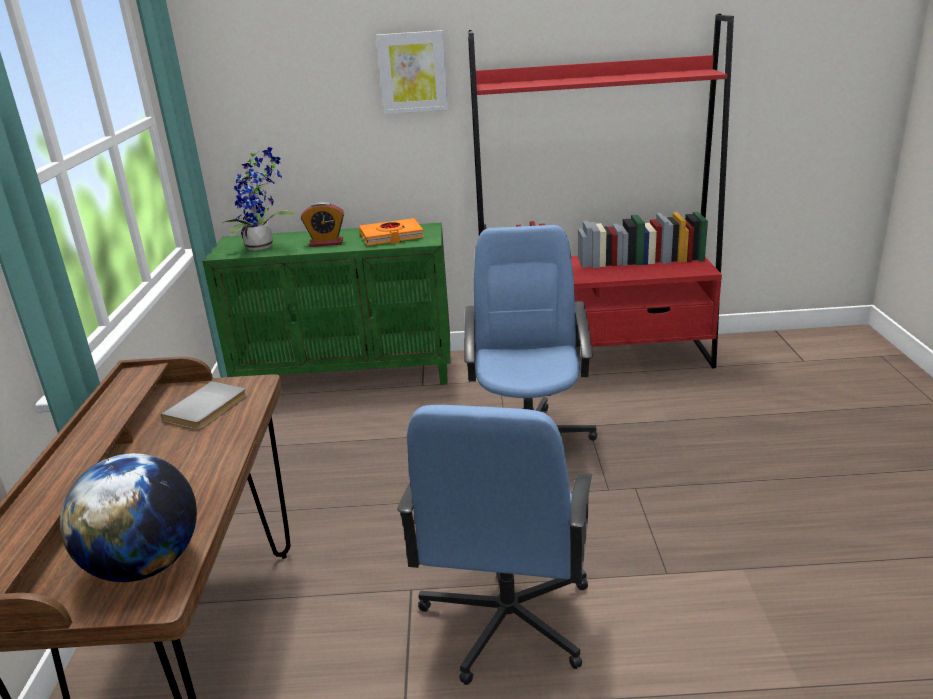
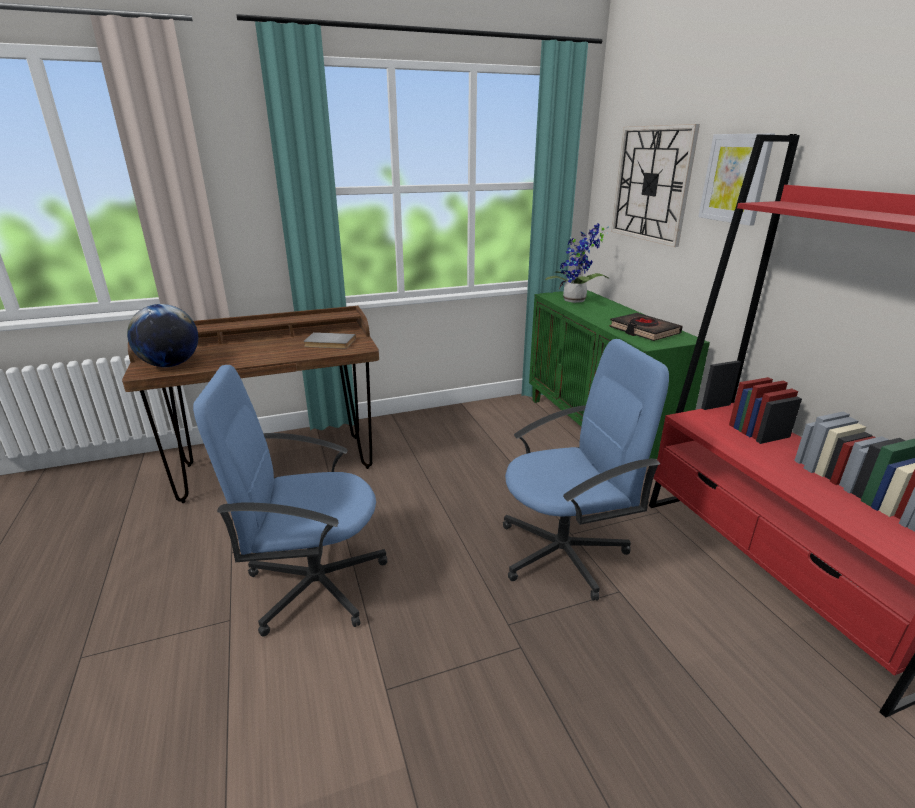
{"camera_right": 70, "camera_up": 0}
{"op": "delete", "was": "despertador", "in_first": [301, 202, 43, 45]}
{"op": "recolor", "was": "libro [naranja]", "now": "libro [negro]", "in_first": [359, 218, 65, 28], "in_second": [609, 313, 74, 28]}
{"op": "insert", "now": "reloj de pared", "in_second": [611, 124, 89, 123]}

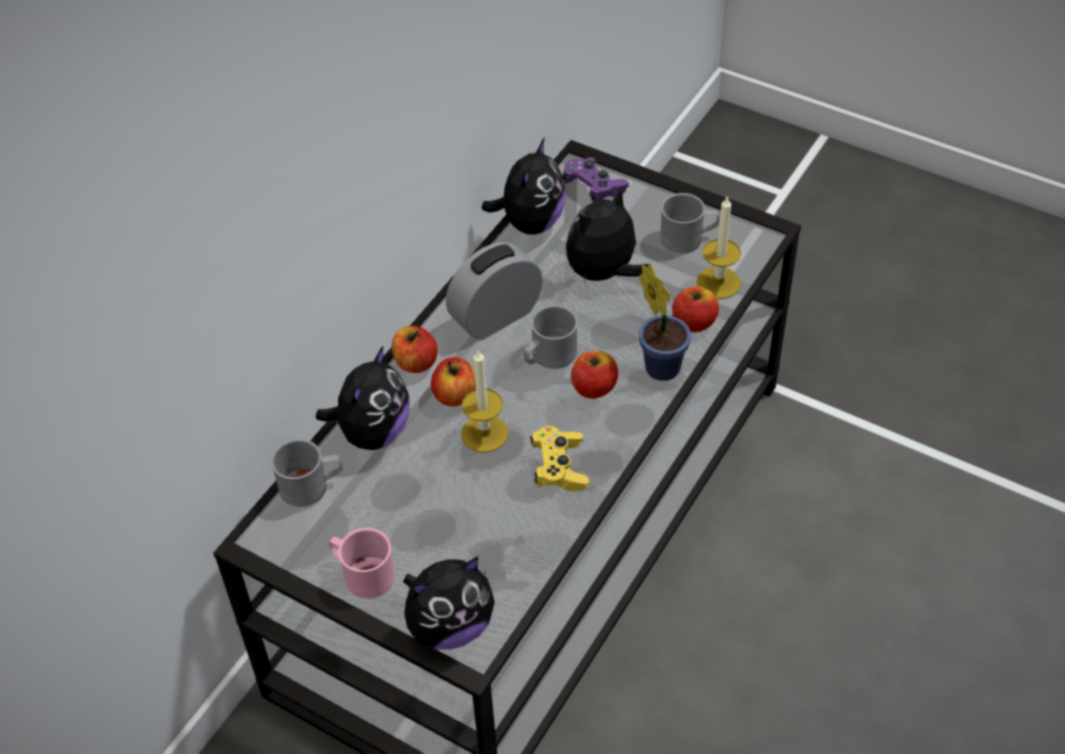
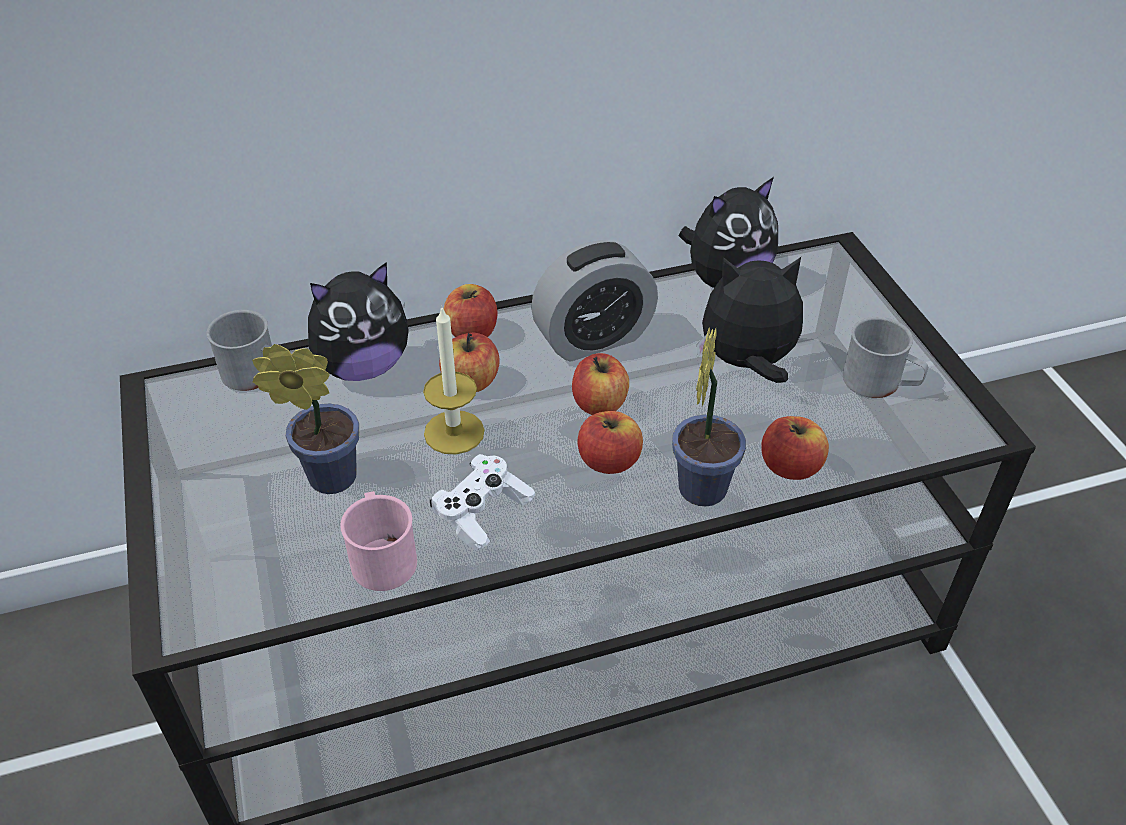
{"camera_right": 40, "camera_up": -5}
{"op": "delete", "was": "mando de consola [morado]", "in_first": [562, 157, 67, 45]}
{"op": "delete", "was": "vela", "in_first": [697, 196, 44, 103]}
{"op": "rotate", "was": "despertador", "in_first": [446, 242, 97, 98], "in_second": [531, 240, 127, 122], "clockwise": 150}
{"op": "replace", "was": "taza grande [gris]", "now": "manzana", "in_first": [524, 305, 54, 64], "in_second": [572, 353, 57, 62]}
{"op": "recolor", "was": "mando de consola [amarillo]", "now": "mando de consola [blanco]", "in_first": [530, 426, 59, 65], "in_second": [429, 454, 106, 97]}
{"op": "move", "was": "taza grande [rosa]", "in_first": [329, 528, 66, 71], "in_second": [340, 491, 77, 100]}
{"op": "delete", "was": "peluche", "in_first": [403, 557, 92, 93]}
{"op": "insert", "now": "planta en maceta", "in_second": [252, 344, 107, 150]}

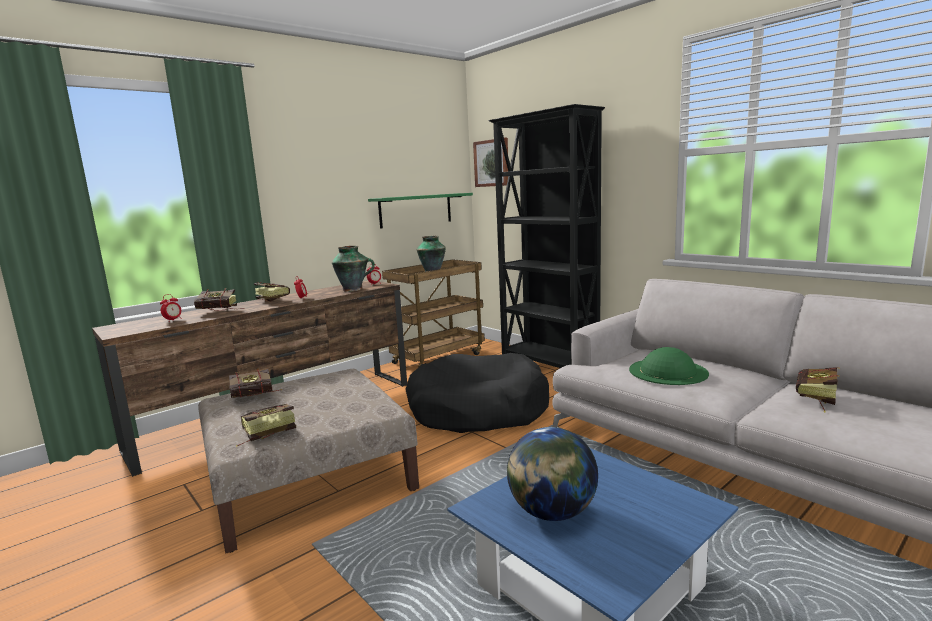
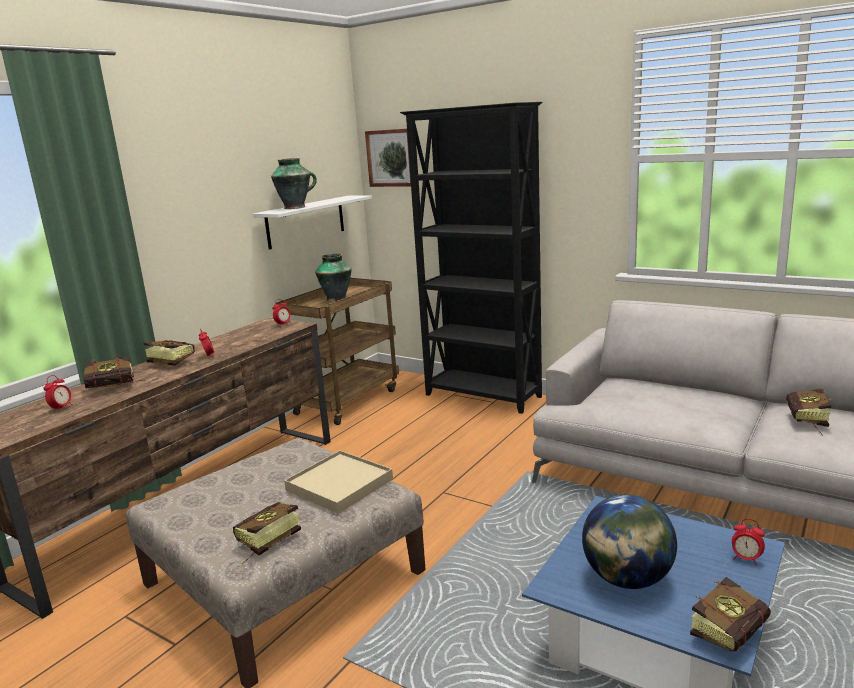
{"camera_right": -15, "camera_up": 5}
{"op": "recolor", "was": "estante [verde]", "now": "estante [blanco]", "in_first": [368, 193, 105, 36], "in_second": [253, 196, 119, 54]}
{"op": "move", "was": "florero", "in_first": [332, 246, 43, 46], "in_second": [271, 158, 46, 51]}
{"op": "delete", "was": "sombrero [verde]", "in_first": [629, 347, 80, 38]}
{"op": "delete", "was": "cama para perro [negro]", "in_first": [405, 353, 144, 80]}
{"op": "move", "was": "libro", "in_first": [229, 368, 53, 30], "in_second": [690, 577, 81, 75]}
{"op": "insert", "now": "bandeja [beis]", "in_second": [284, 450, 109, 64]}
{"op": "insert", "now": "despertador", "in_second": [732, 519, 33, 47]}

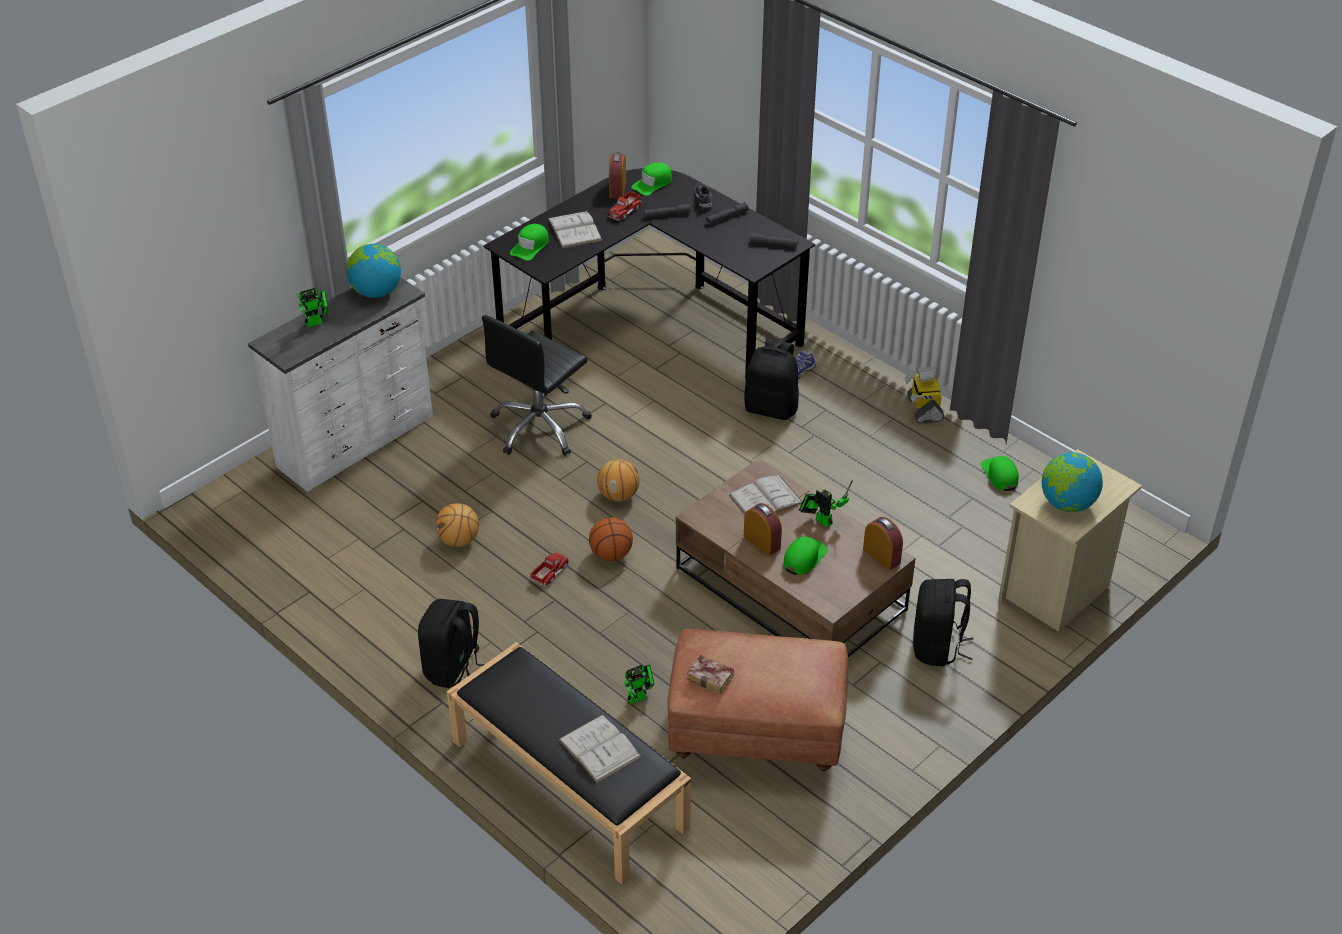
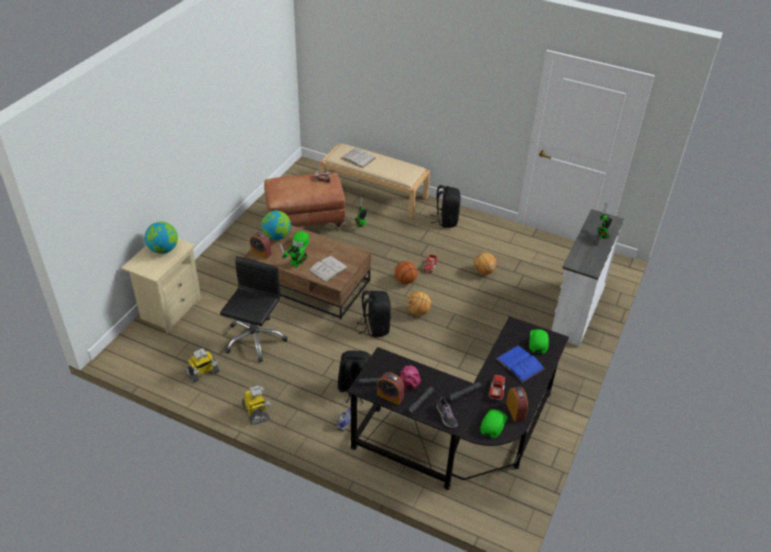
{"camera_right": 160, "camera_up": 0}
{"op": "recolor", "was": "libro [blanco]", "now": "libro [azul]", "in_first": [548, 211, 54, 37], "in_second": [496, 346, 49, 36]}
{"op": "move", "was": "globo terráqueo", "in_first": [346, 244, 55, 54], "in_second": [261, 210, 30, 30]}
{"op": "move", "was": "silla de oficina [negro]", "in_first": [482, 315, 110, 141], "in_second": [220, 256, 68, 106]}
{"op": "replace", "was": "gorra [verde]", "now": "robot de juguete", "in_first": [980, 456, 39, 35], "in_second": [186, 348, 33, 35]}
{"op": "move", "was": "despertador", "in_first": [744, 503, 38, 53], "in_second": [377, 372, 27, 33]}
{"op": "move", "was": "mochila [negro]", "in_first": [913, 579, 60, 87], "in_second": [356, 291, 35, 46]}
{"op": "recolor", "was": "banco [negro]", "now": "banco [beis]", "in_first": [447, 642, 244, 243], "in_second": [320, 143, 110, 75]}
{"op": "insert", "now": "gorra [rosa]", "in_second": [399, 365, 22, 26]}

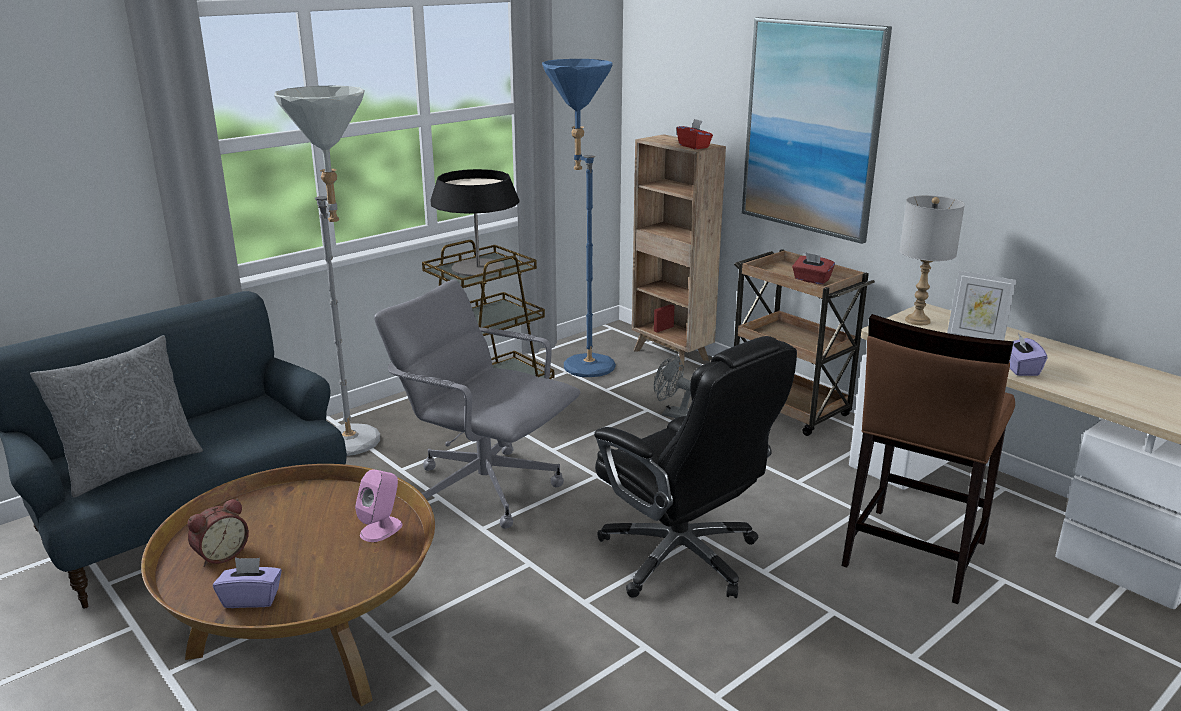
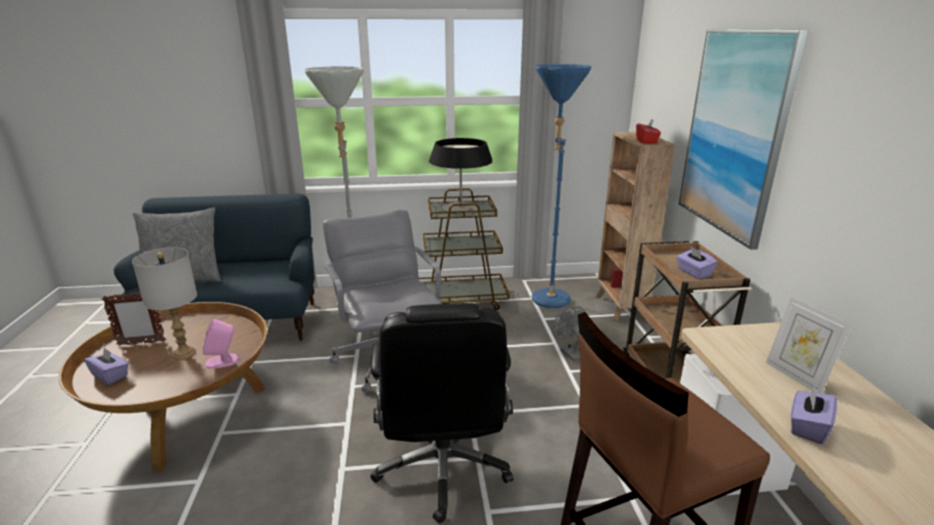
{"camera_right": 35, "camera_up": 0}
{"op": "move", "was": "lámpara de mesa [gris]", "in_first": [899, 195, 66, 130], "in_second": [132, 247, 65, 113]}
{"op": "recolor", "was": "caja de pañuelos [rojo]", "now": "caja de pañuelos [morado]", "in_first": [792, 253, 43, 32], "in_second": [677, 247, 41, 32]}
{"op": "replace", "was": "despertador", "now": "portarretratos", "in_first": [188, 498, 61, 69], "in_second": [101, 292, 65, 54]}

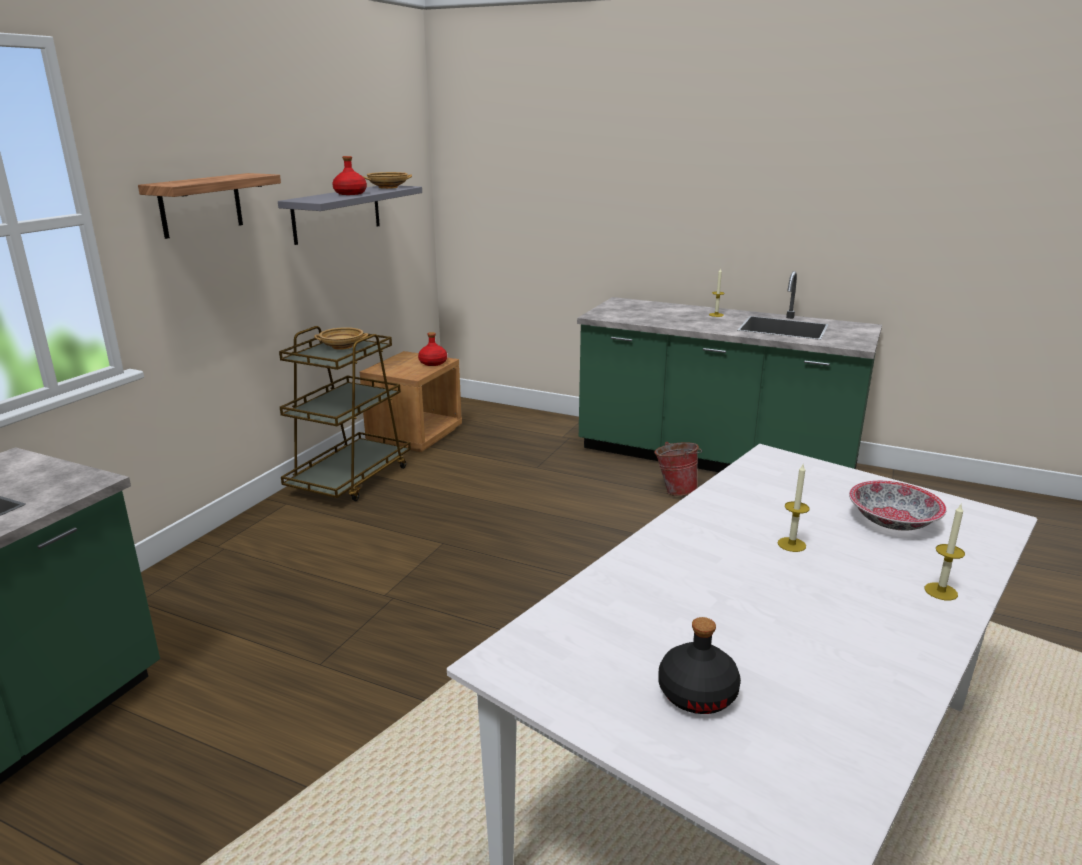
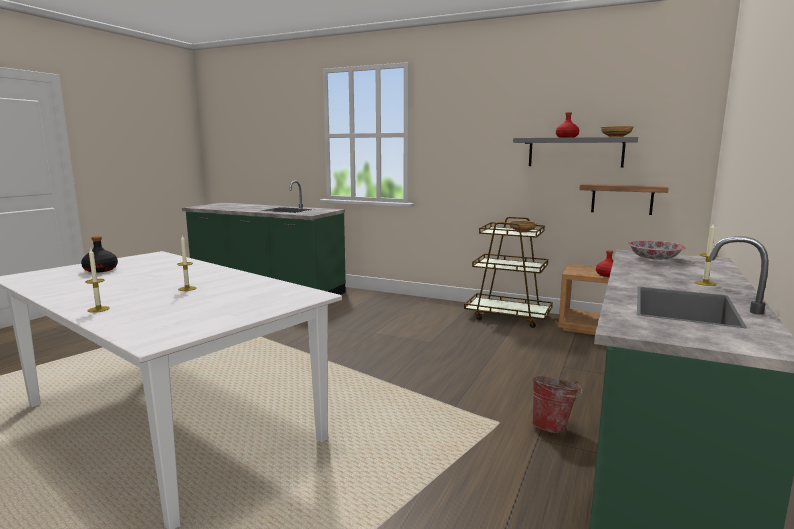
{"camera_right": 90, "camera_up": -10}
{"op": "move", "was": "estante", "in_first": [138, 173, 143, 66], "in_second": [579, 184, 89, 31]}
{"op": "move", "was": "cuenco", "in_first": [849, 481, 98, 50], "in_second": [627, 240, 59, 20]}

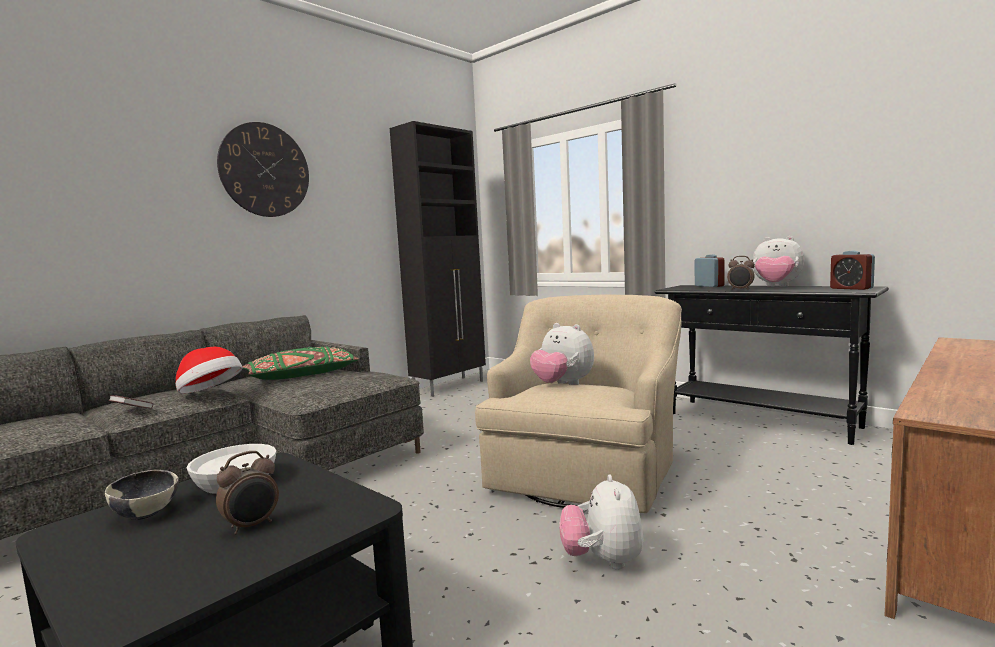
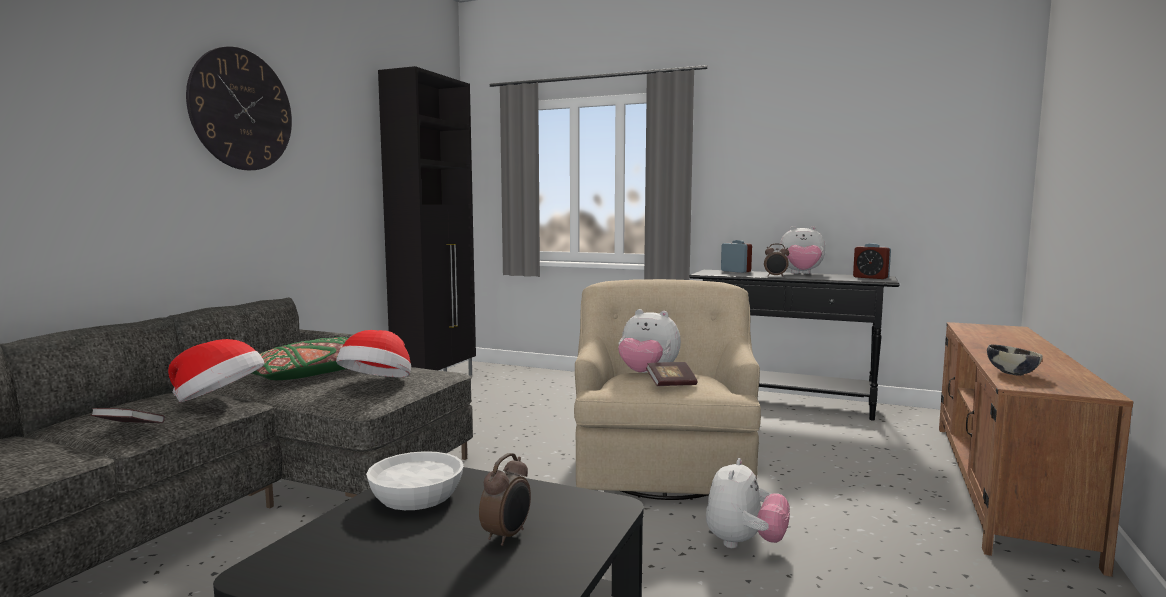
{"camera_right": -20, "camera_up": 0}
{"op": "move", "was": "cuenco", "in_first": [105, 470, 74, 50], "in_second": [987, 344, 56, 32]}
{"op": "rotate", "was": "peluche", "in_first": [559, 474, 85, 96], "in_second": [706, 458, 84, 90], "clockwise": -135}
{"op": "insert", "now": "sombrero", "in_second": [336, 330, 75, 47]}
{"op": "insert", "now": "libro", "in_second": [646, 362, 52, 24]}

